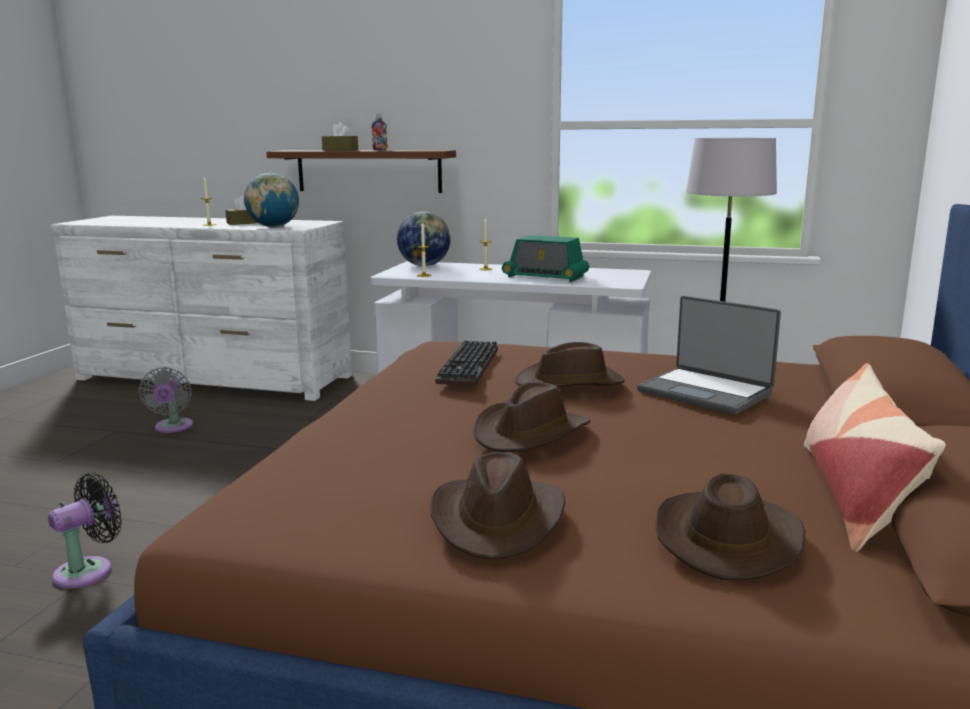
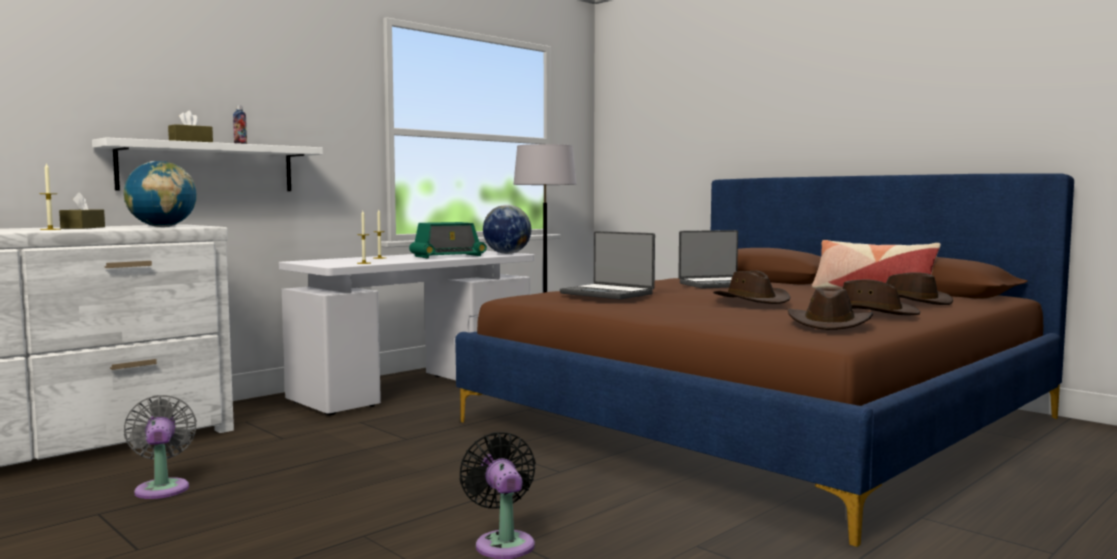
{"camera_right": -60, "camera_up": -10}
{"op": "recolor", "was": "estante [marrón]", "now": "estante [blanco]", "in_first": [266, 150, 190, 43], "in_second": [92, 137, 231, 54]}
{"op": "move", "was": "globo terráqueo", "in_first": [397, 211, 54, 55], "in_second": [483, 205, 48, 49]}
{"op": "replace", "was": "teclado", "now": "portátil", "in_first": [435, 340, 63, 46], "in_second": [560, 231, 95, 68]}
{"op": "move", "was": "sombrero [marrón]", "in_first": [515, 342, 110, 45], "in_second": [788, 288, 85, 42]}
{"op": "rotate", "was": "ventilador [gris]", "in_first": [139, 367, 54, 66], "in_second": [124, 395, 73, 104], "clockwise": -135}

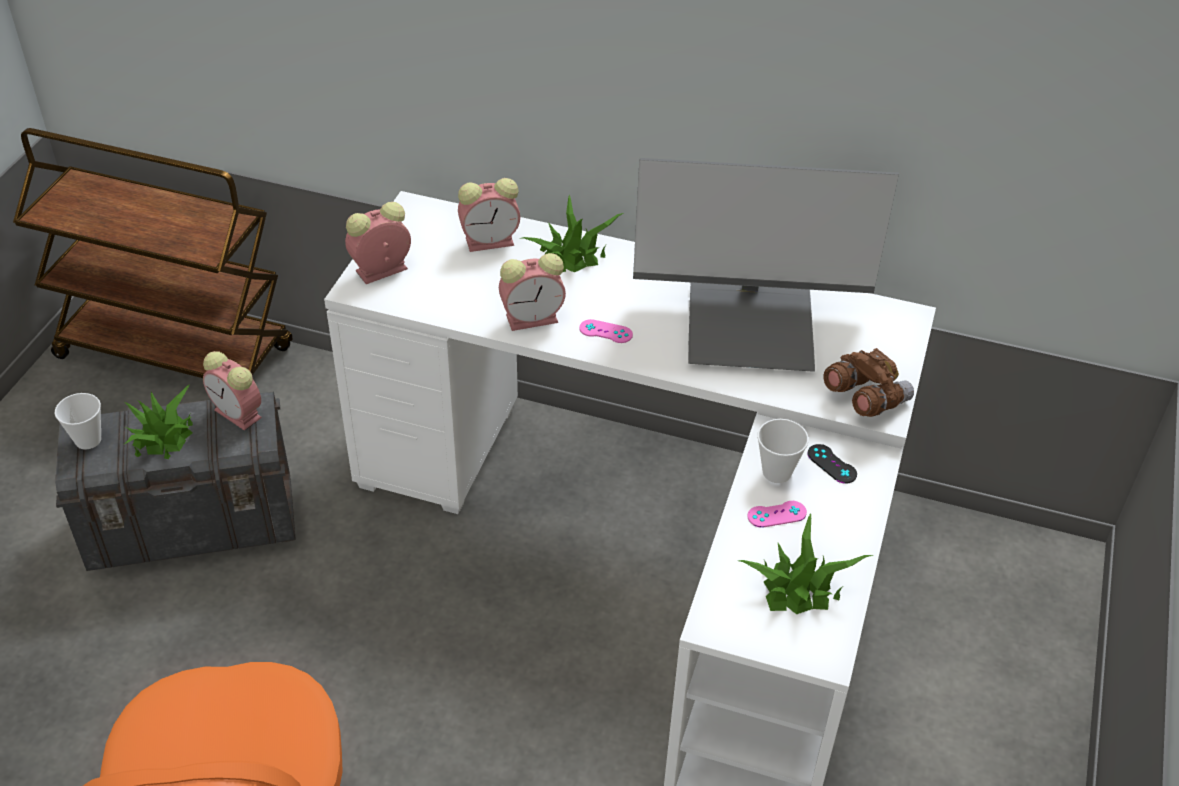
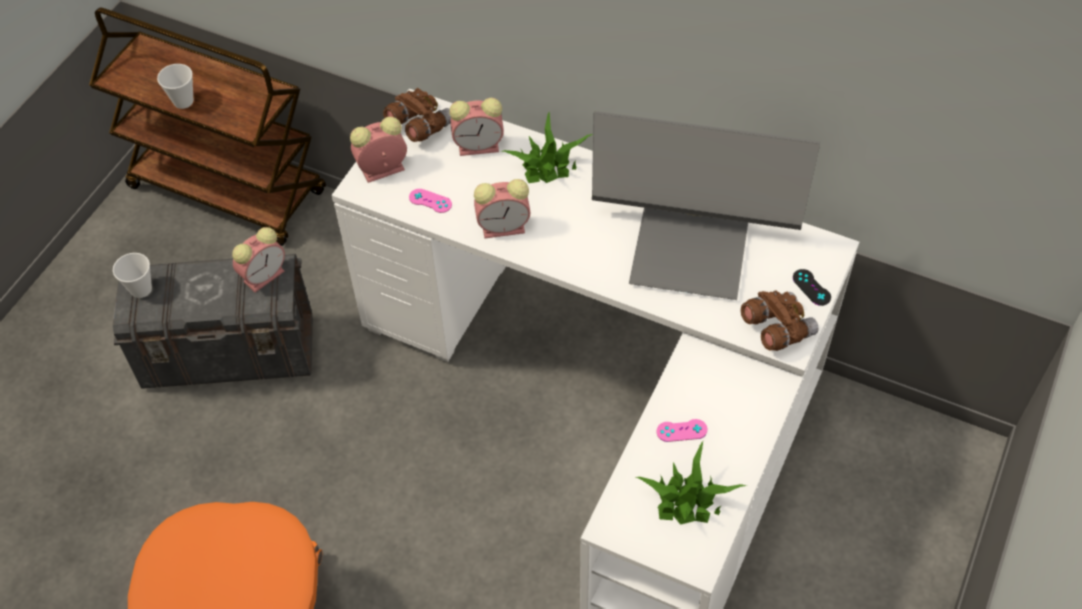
{"camera_right": 10, "camera_up": 10}
{"op": "move", "was": "mando de consola [rosa]", "in_first": [579, 319, 54, 24], "in_second": [409, 189, 43, 24]}
{"op": "rotate", "was": "despertador", "in_first": [203, 351, 59, 80], "in_second": [232, 227, 53, 65], "clockwise": -90}
{"op": "delete", "was": "planta en maceta", "in_first": [123, 384, 70, 75]}
{"op": "move", "was": "taza", "in_first": [757, 419, 52, 64], "in_second": [157, 64, 36, 45]}
{"op": "move", "was": "mando de consola [negro]", "in_first": [807, 444, 50, 40], "in_second": [793, 269, 38, 37]}
{"op": "insert", "now": "prismáticos [marrón]", "in_second": [383, 88, 68, 54]}

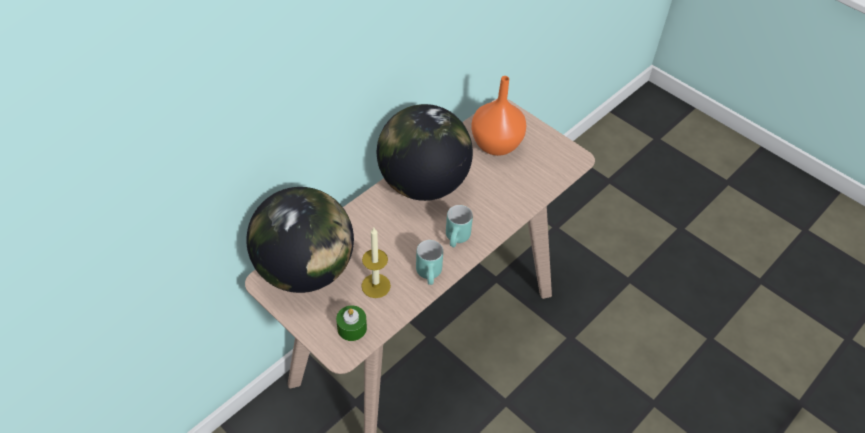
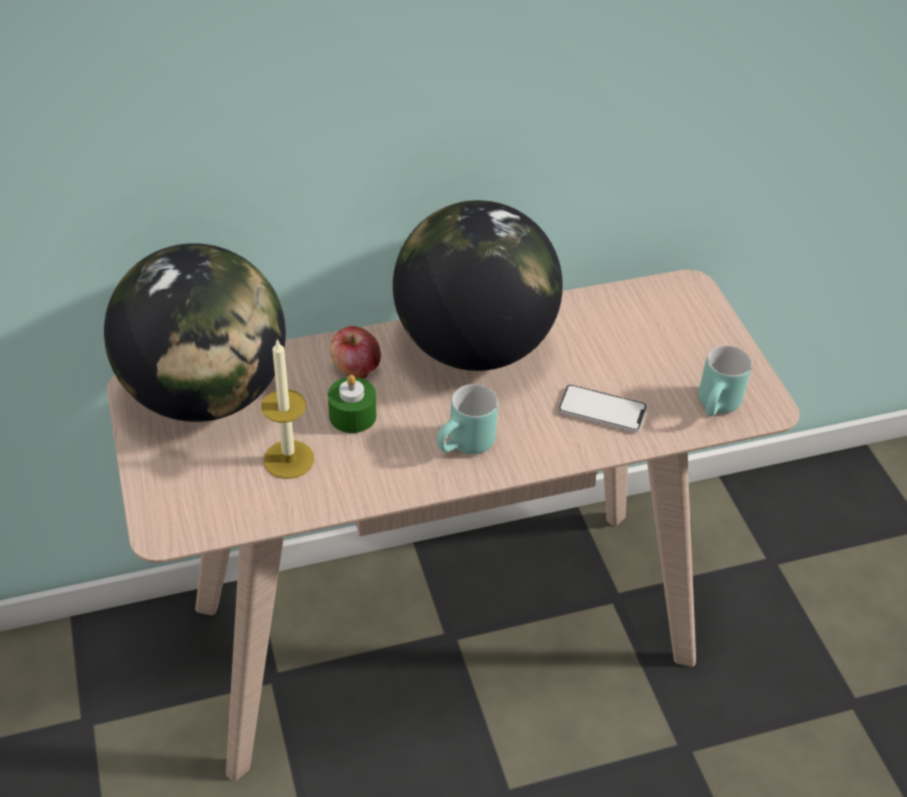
{"camera_right": 30, "camera_up": -5}
{"op": "delete", "was": "florero [naranja]", "in_first": [471, 76, 55, 80]}
{"op": "move", "was": "taza grande [turquesa]", "in_first": [416, 240, 27, 45], "in_second": [699, 346, 53, 70]}
{"op": "move", "was": "vela [verde]", "in_first": [336, 306, 31, 35], "in_second": [328, 375, 48, 58]}
{"op": "insert", "now": "manzana", "in_second": [330, 326, 51, 53]}
{"op": "insert", "now": "móvil", "in_second": [558, 385, 89, 47]}

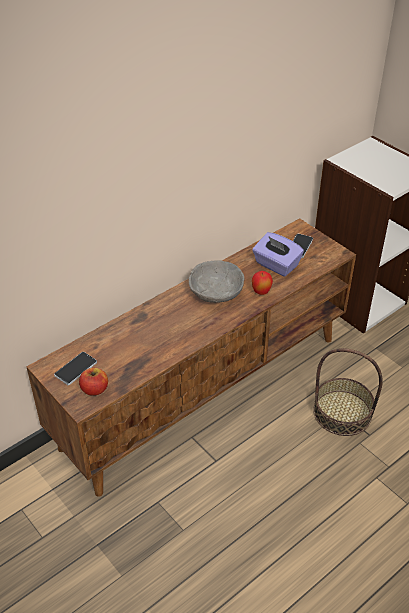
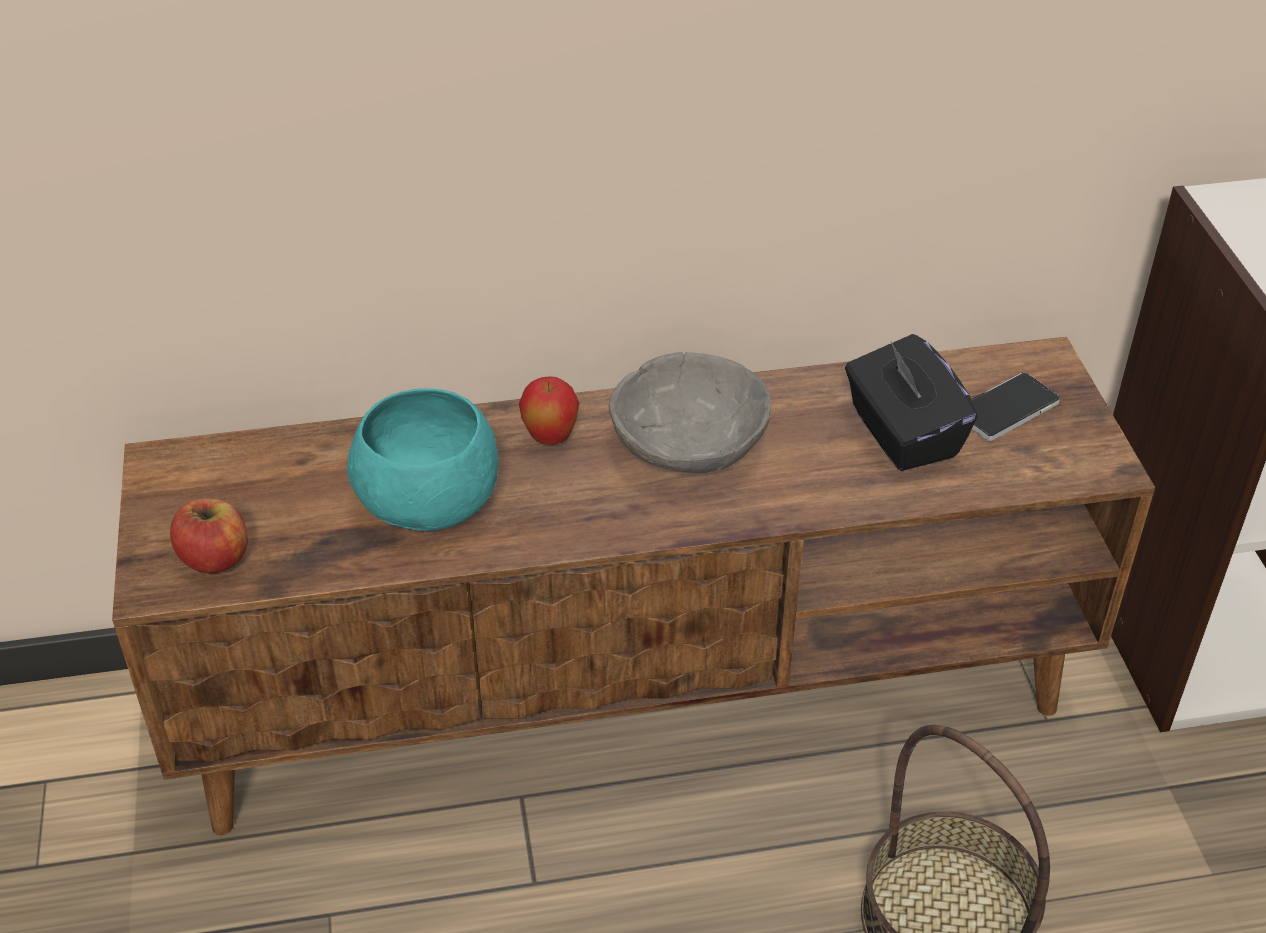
{"camera_right": 30, "camera_up": 0}
{"op": "recolor", "was": "caja de pañuelos [morado]", "now": "caja de pañuelos [negro]", "in_first": [252, 232, 52, 45], "in_second": [845, 334, 133, 137]}
{"op": "move", "was": "manzana", "in_first": [252, 271, 21, 24], "in_second": [519, 376, 60, 69]}
{"op": "delete", "was": "móvil", "in_first": [54, 352, 43, 33]}
{"op": "insert", "now": "cuenco [turquesa]", "in_second": [347, 388, 151, 143]}

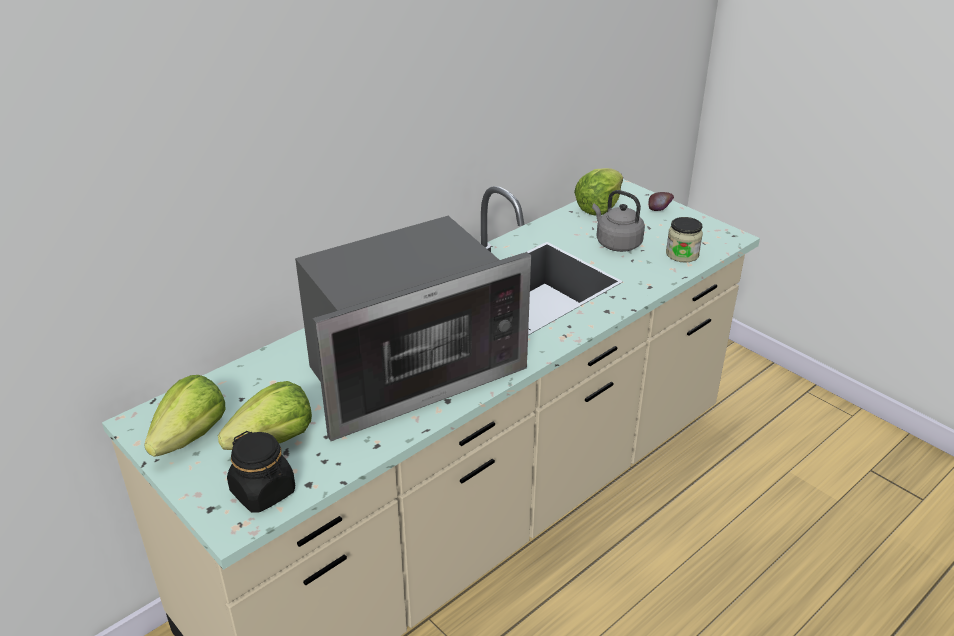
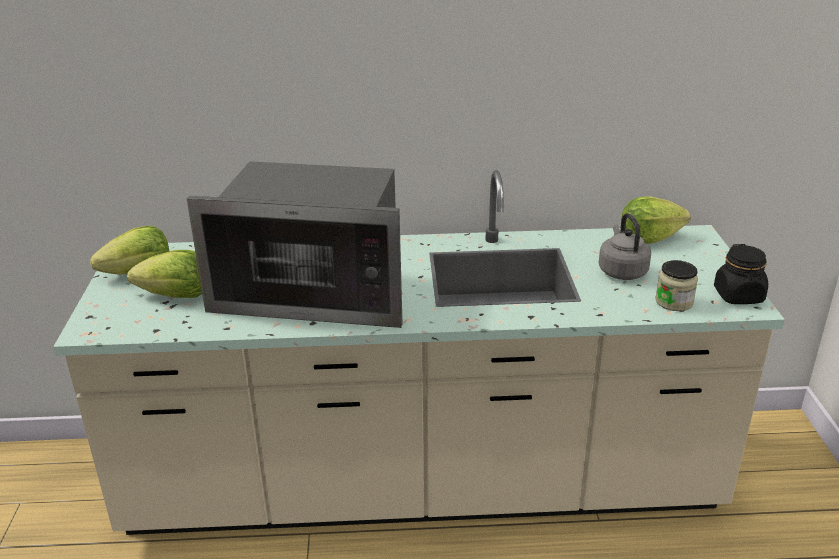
{"camera_right": 40, "camera_up": -5}
{"op": "delete", "was": "manzana", "in_first": [649, 192, 25, 19]}
{"op": "move", "was": "tarro [negro]", "in_first": [227, 431, 68, 82], "in_second": [714, 244, 54, 60]}

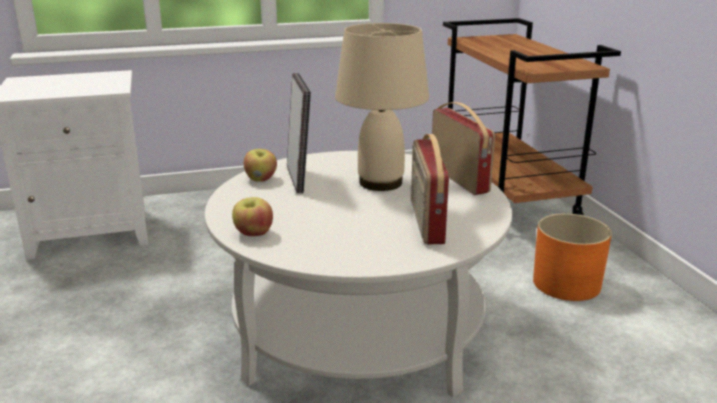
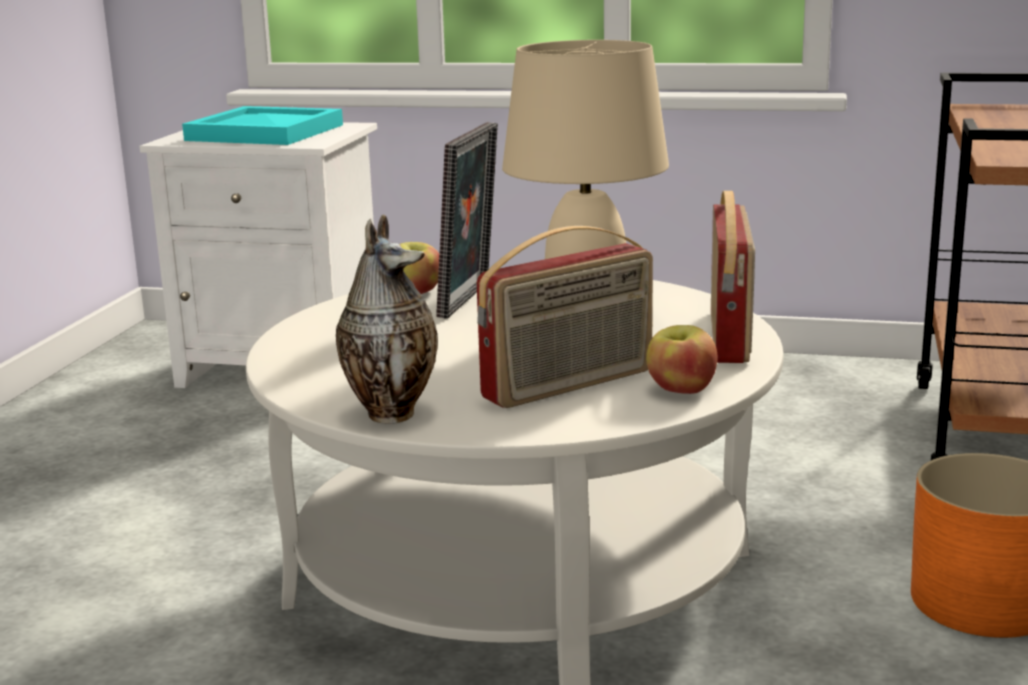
{"camera_right": 30, "camera_up": -5}
{"op": "rotate", "was": "radio", "in_first": [411, 134, 38, 110], "in_second": [476, 226, 177, 182], "clockwise": -150}
{"op": "move", "was": "manzana", "in_first": [232, 197, 41, 39], "in_second": [646, 325, 71, 69]}
{"op": "insert", "now": "bandeja [turquesa]", "in_second": [182, 106, 161, 39]}
{"op": "insert", "now": "florero", "in_second": [336, 215, 102, 209]}

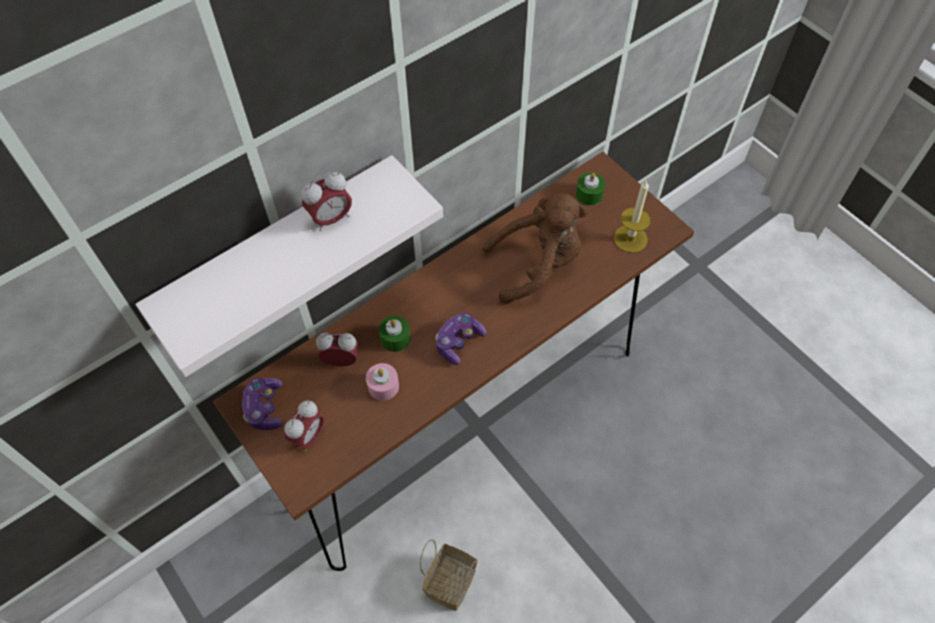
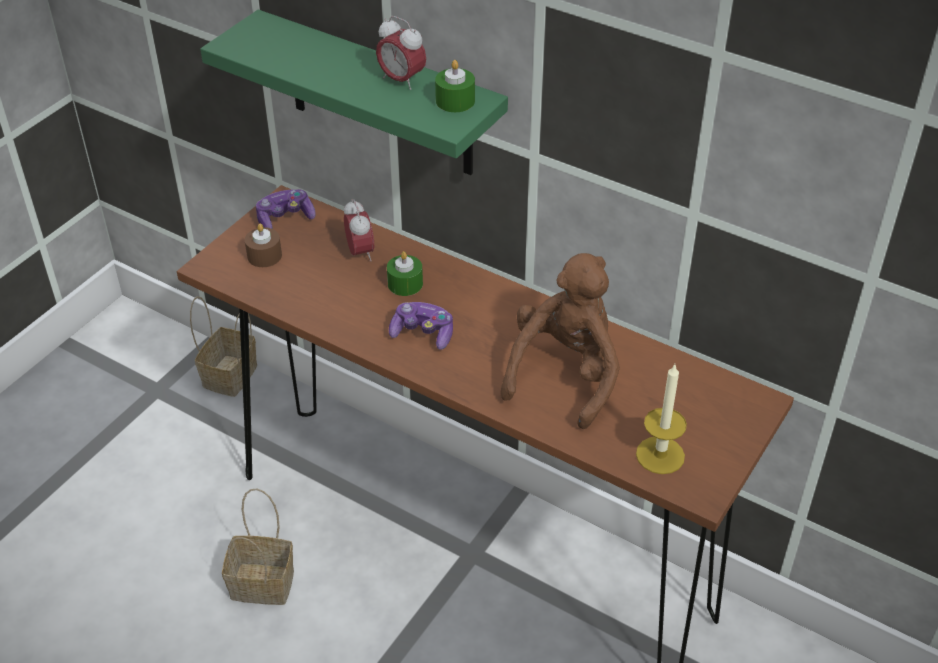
{"camera_right": 70, "camera_up": -15}
{"op": "recolor", "was": "estante [blanco]", "now": "estante [verde]", "in_first": [135, 155, 308, 222], "in_second": [200, 9, 308, 166]}
{"op": "move", "was": "vela [verde]", "in_first": [576, 173, 29, 32], "in_second": [435, 60, 40, 52]}
{"op": "rotate", "was": "peluche [marrón]", "in_first": [482, 193, 106, 111], "in_second": [500, 253, 120, 176], "clockwise": -120}
{"op": "delete", "was": "vela [rosa]", "in_first": [366, 363, 33, 38]}
{"op": "replace", "was": "despertador", "now": "vela [marrón]", "in_first": [284, 400, 40, 52], "in_second": [245, 223, 37, 44]}
{"op": "insert", "now": "cesta", "in_second": [190, 296, 67, 101]}

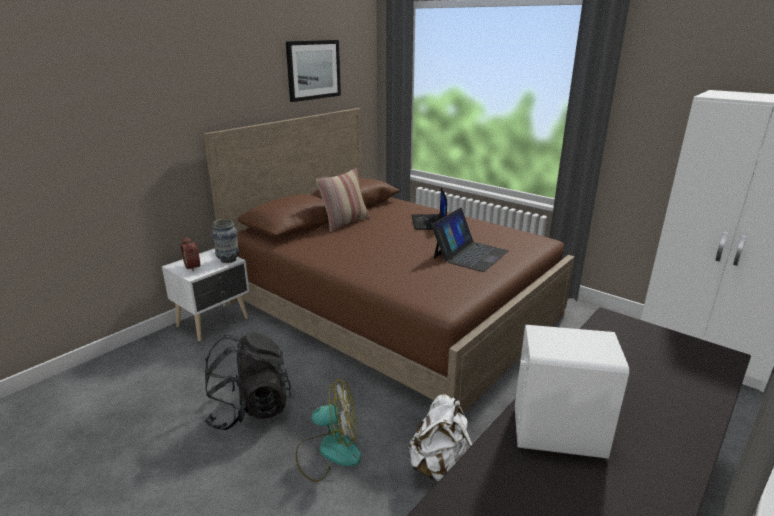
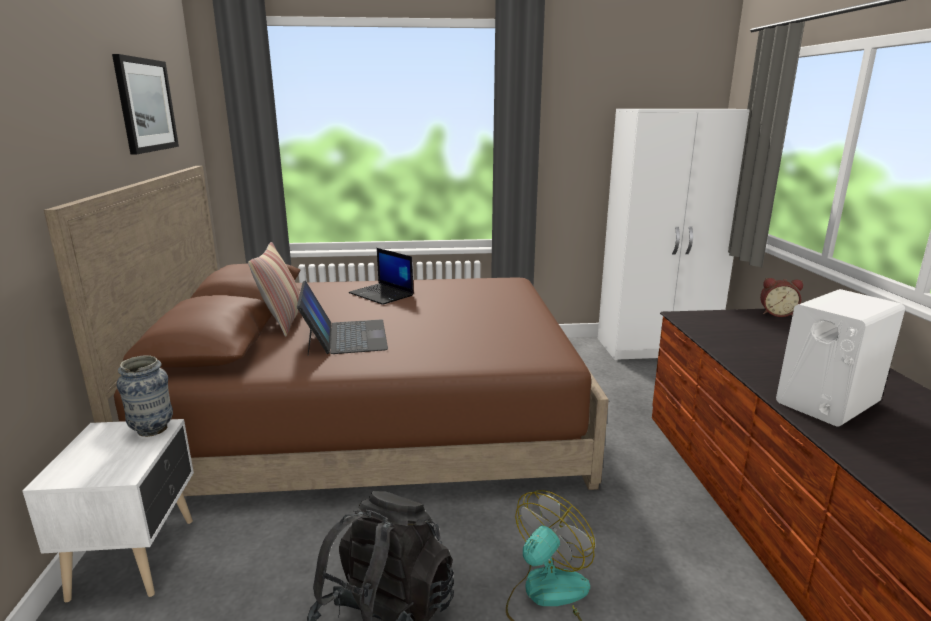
{"camera_right": -45, "camera_up": -5}
{"op": "move", "was": "portátil", "in_first": [432, 208, 77, 64], "in_second": [297, 280, 91, 75]}
{"op": "move", "was": "despertador", "in_first": [181, 237, 19, 34], "in_second": [760, 278, 43, 39]}
{"op": "delete", "was": "mochila [blanco]", "in_first": [408, 394, 64, 87]}

